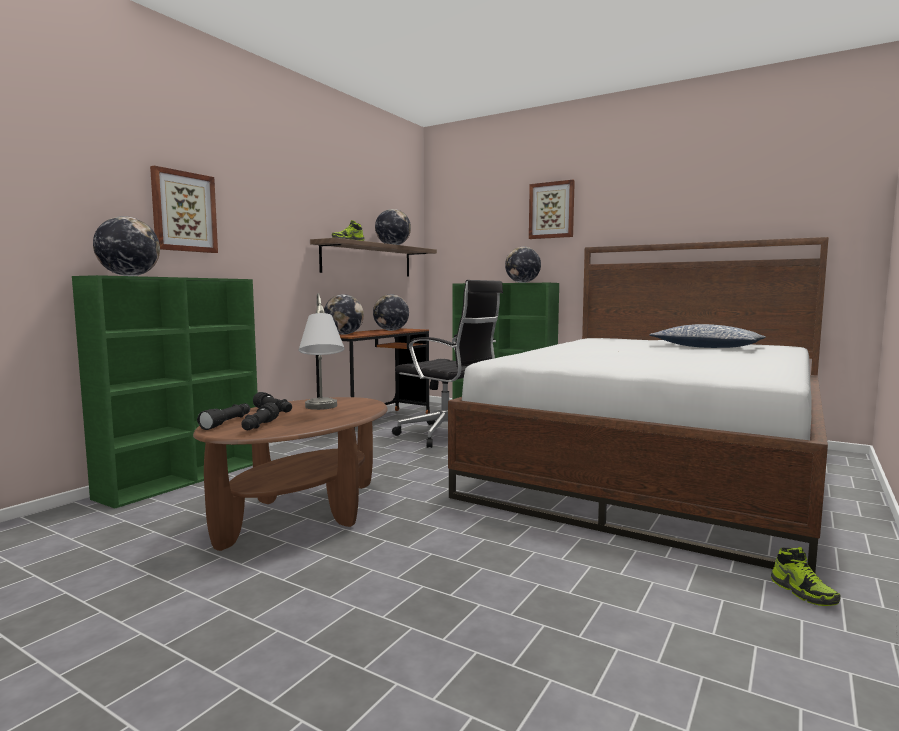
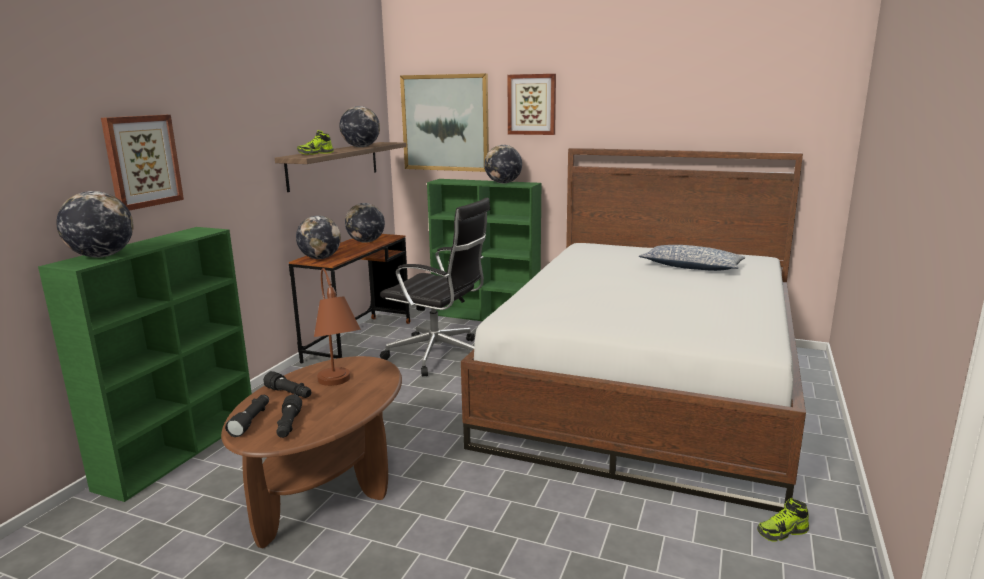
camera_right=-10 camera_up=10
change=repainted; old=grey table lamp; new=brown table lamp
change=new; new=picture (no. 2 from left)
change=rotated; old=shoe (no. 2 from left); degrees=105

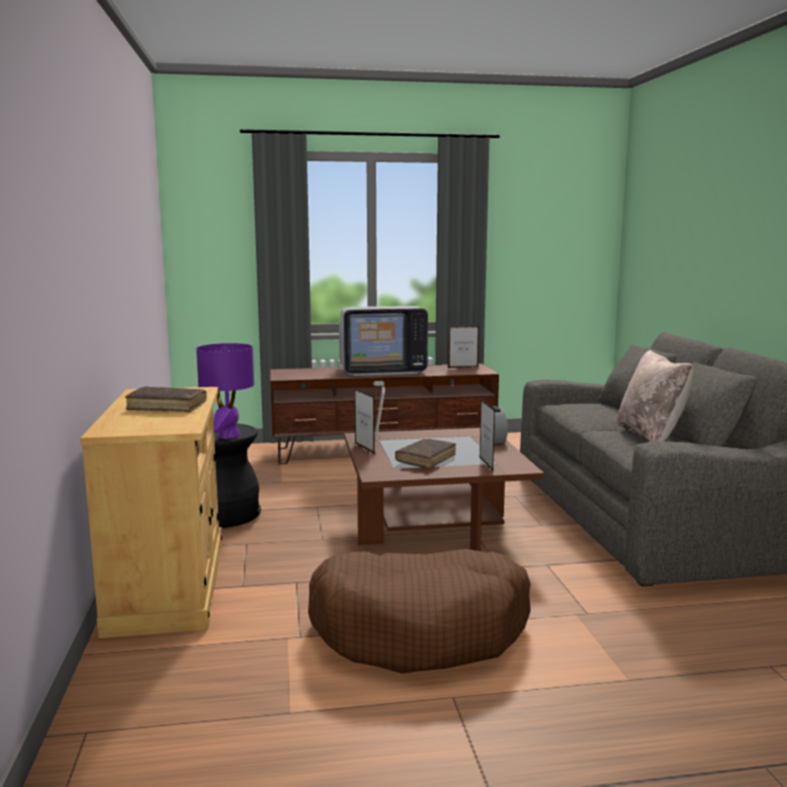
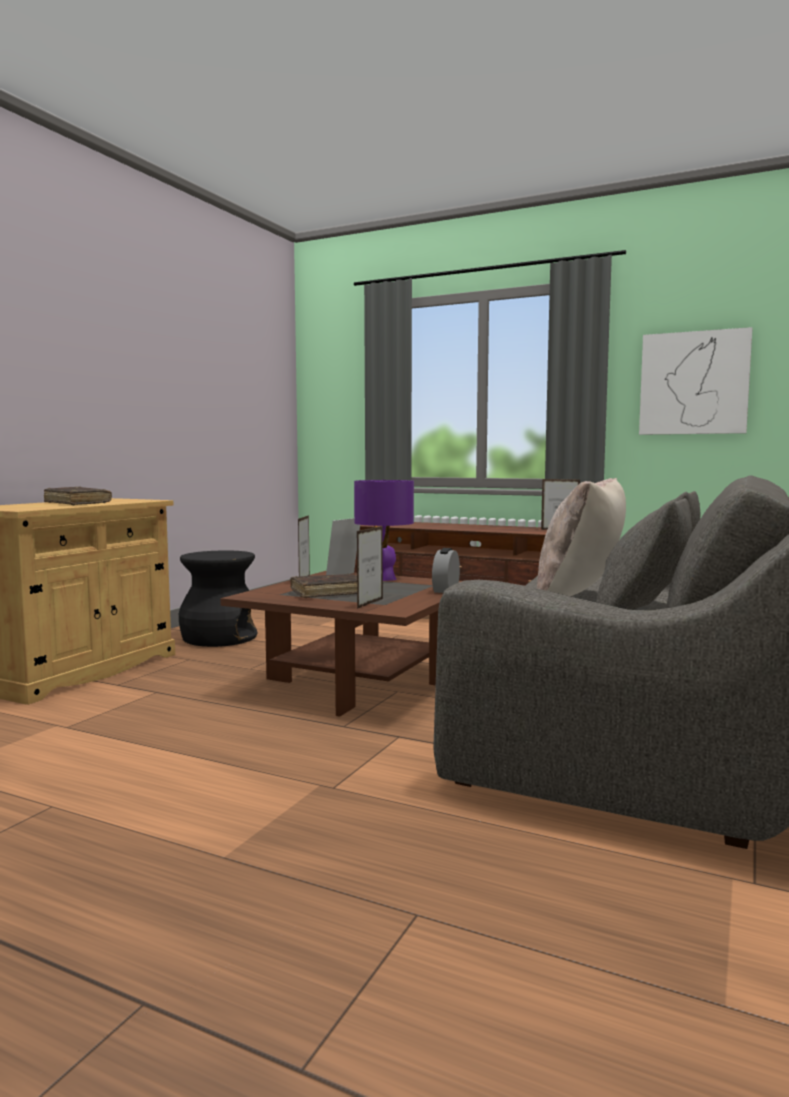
camera_right=35 camera_up=-5
change=shifted; old=purple table lamp
change=new; new=picture
change=gone; old=brown dog bed
change=gone; old=television

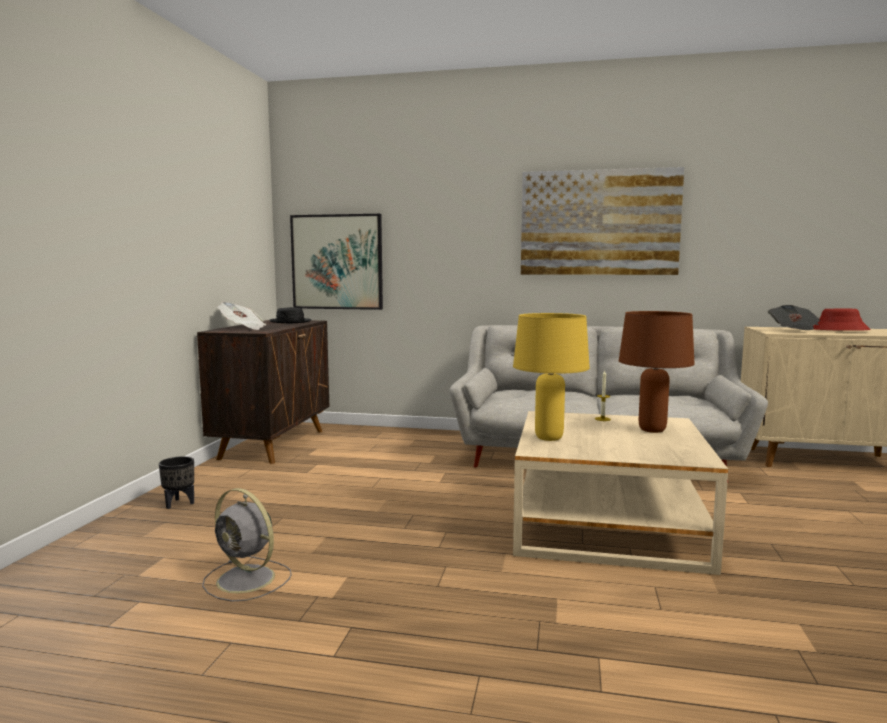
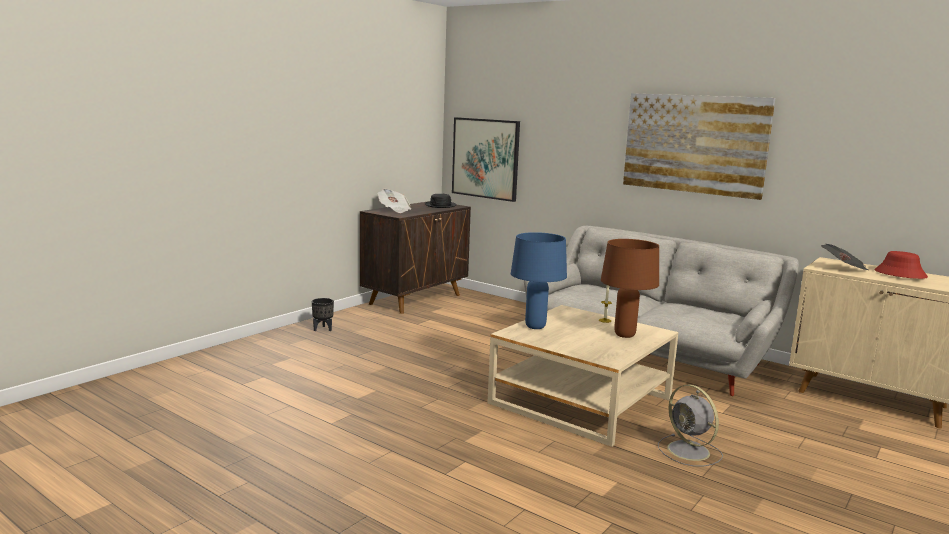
camera_right=25 camera_up=5
change=repainted; old=yellow table lamp; new=blue table lamp
change=shifted; old=grey fan

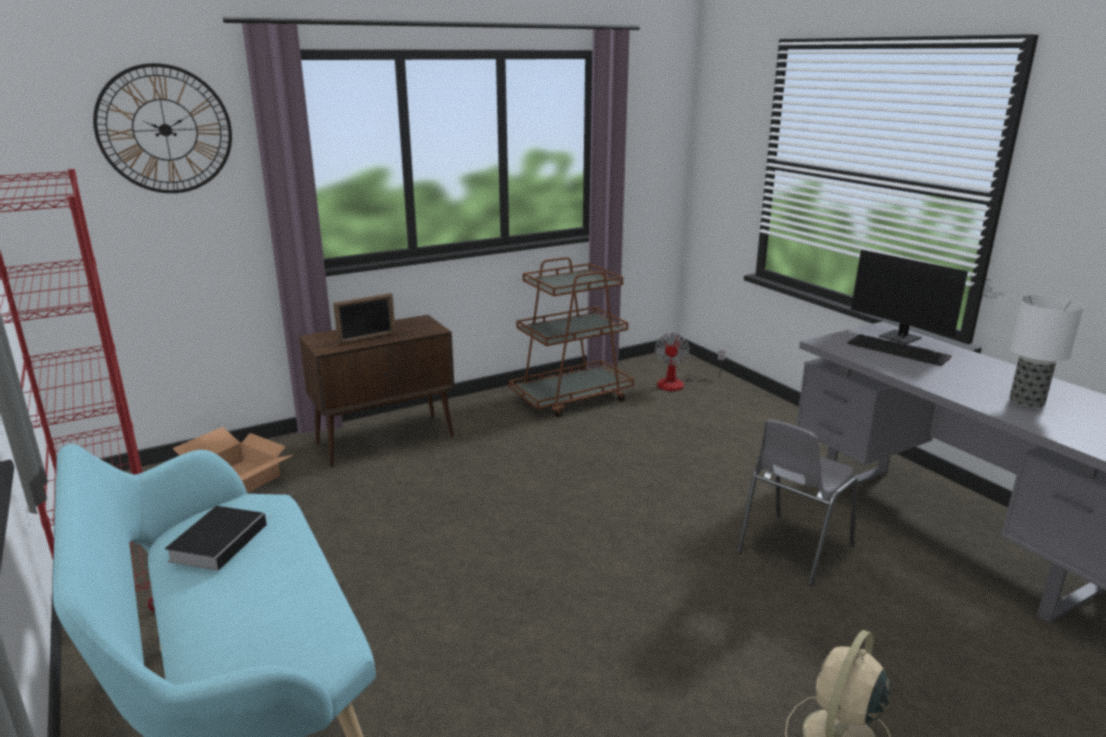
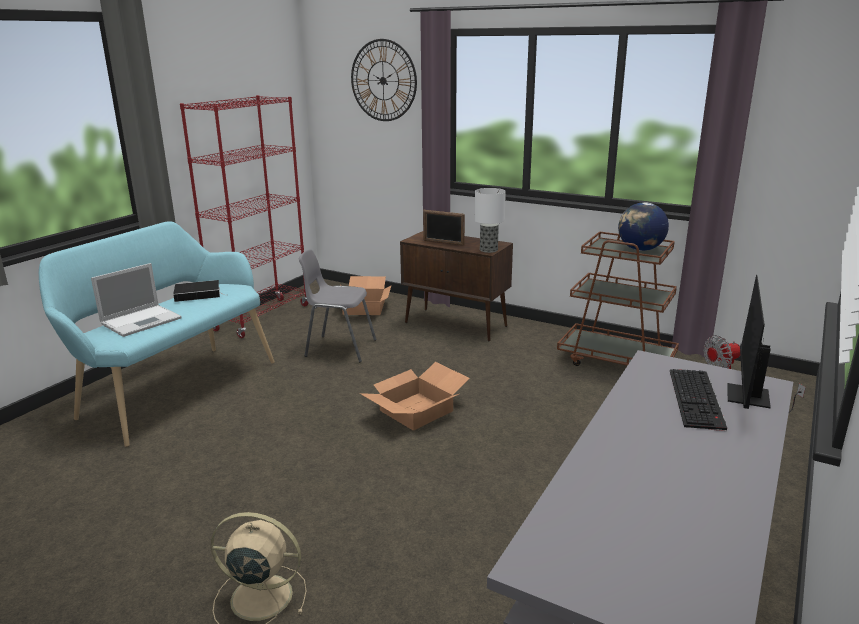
camera_right=60 camera_up=0
change=new; new=laptop
change=shifted; old=grey chair
change=new; new=cardboard box (no. 2 from left)
change=shifted; old=table lamp
change=new; new=globe

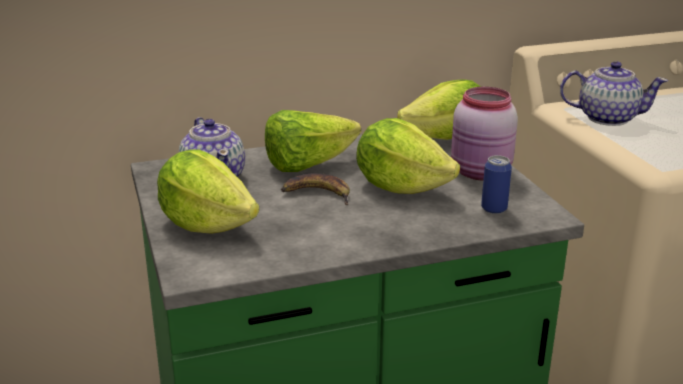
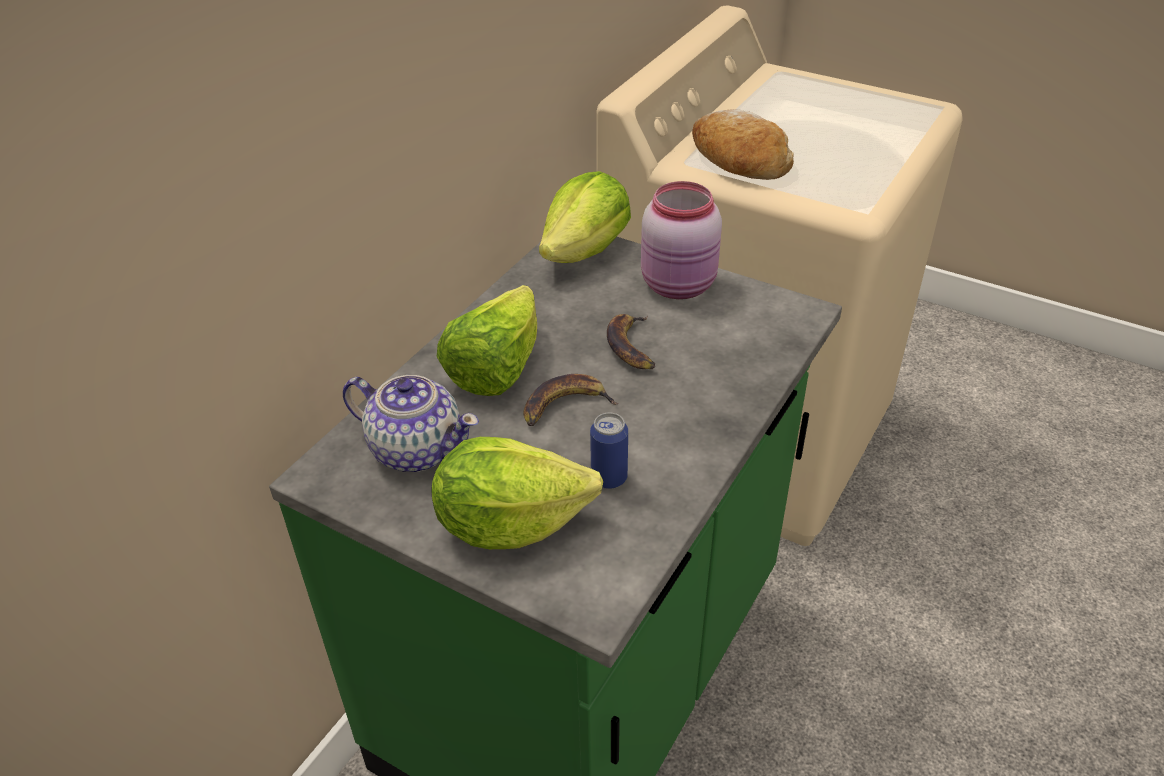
camera_right=-40 camera_up=15
change=shifted; old=can
change=swapped; old=lettuce (no. 3 from left); new=banana (no. 2 from left)
change=swapped; old=teapot (no. 2 from left); new=bread

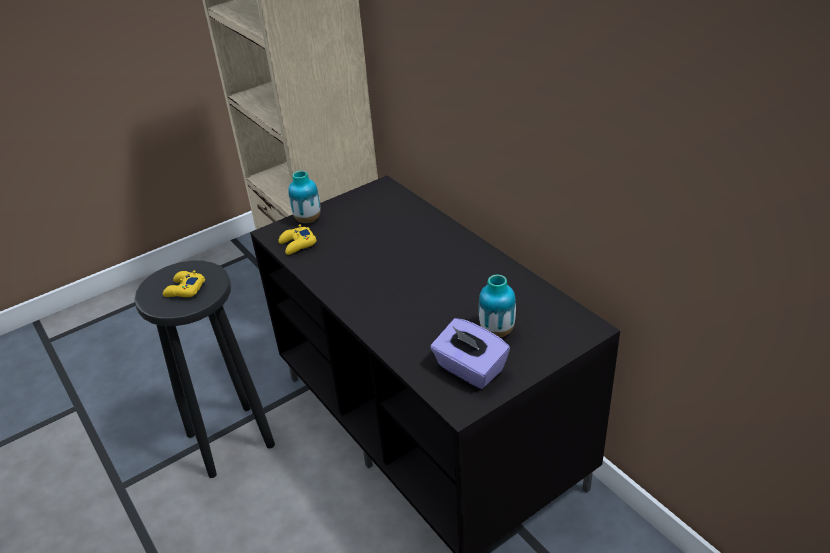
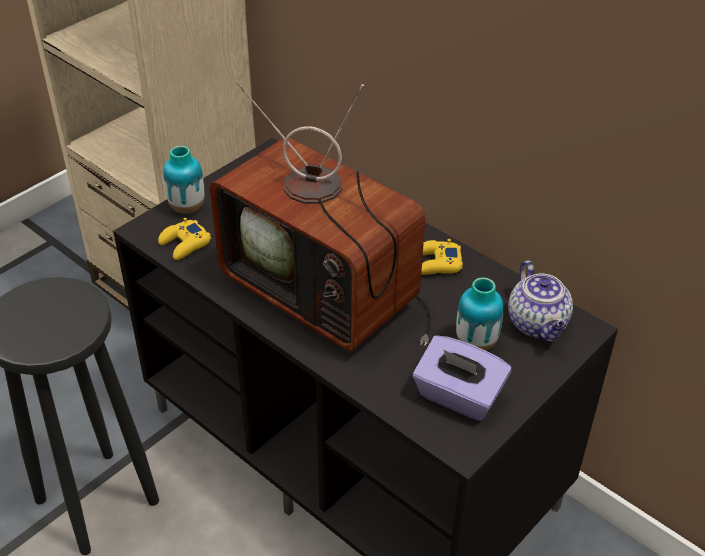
camera_right=-15 camera_up=5
change=new; new=television
change=shifted; old=yellow game controller (no. 1 from left in the first image); new=yellow game controller (no. 2 from left)
change=new; new=teapot

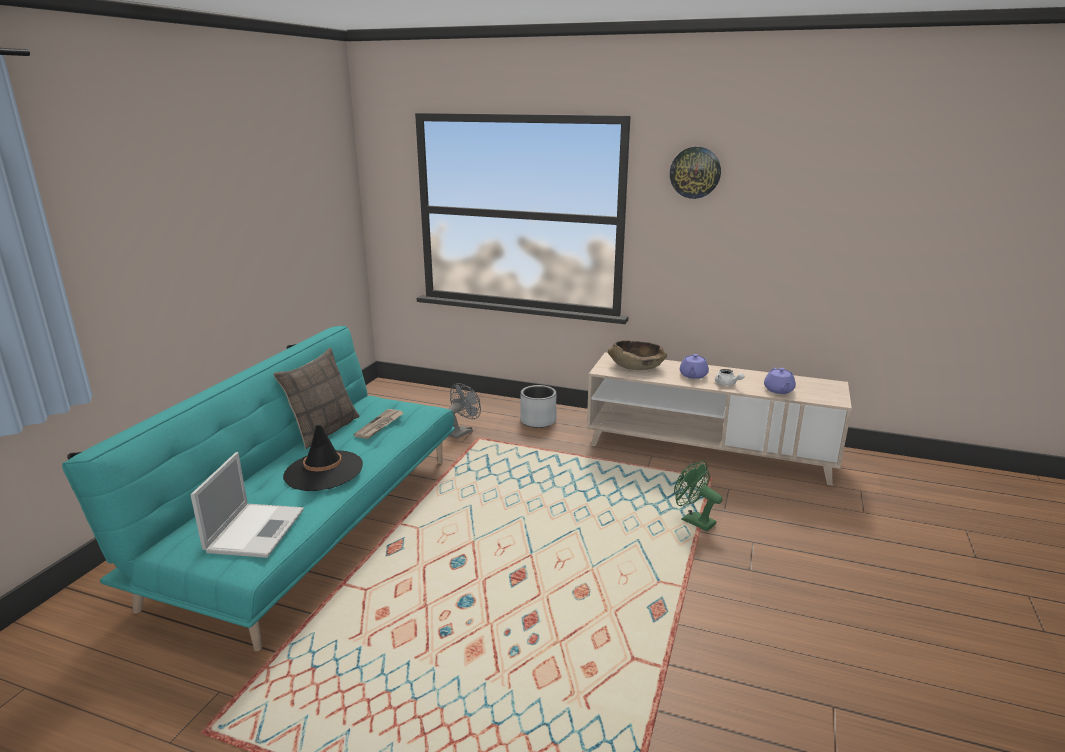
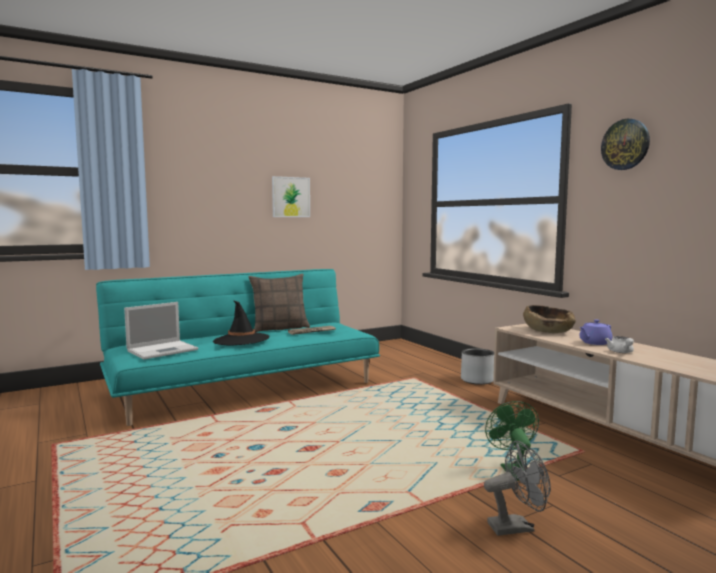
camera_right=40 camera_up=-15
change=new; new=picture
change=shifted; old=grey fan
change=gone; old=purple teapot (no. 2 from left)

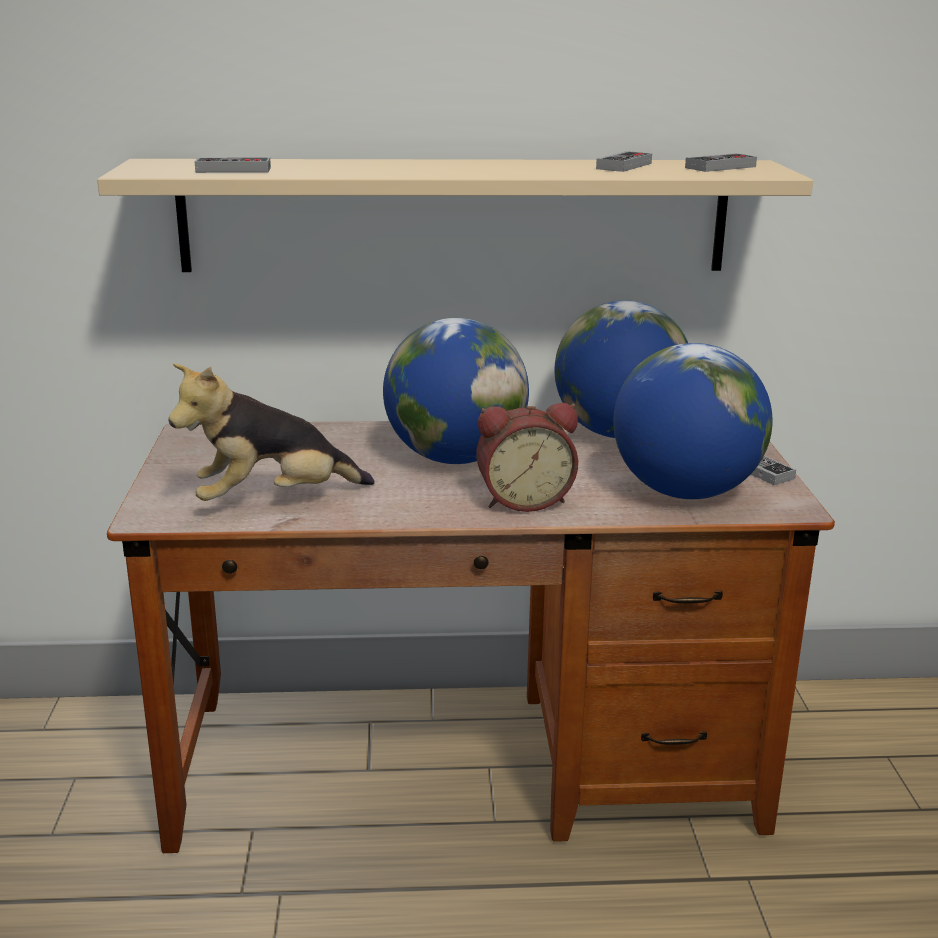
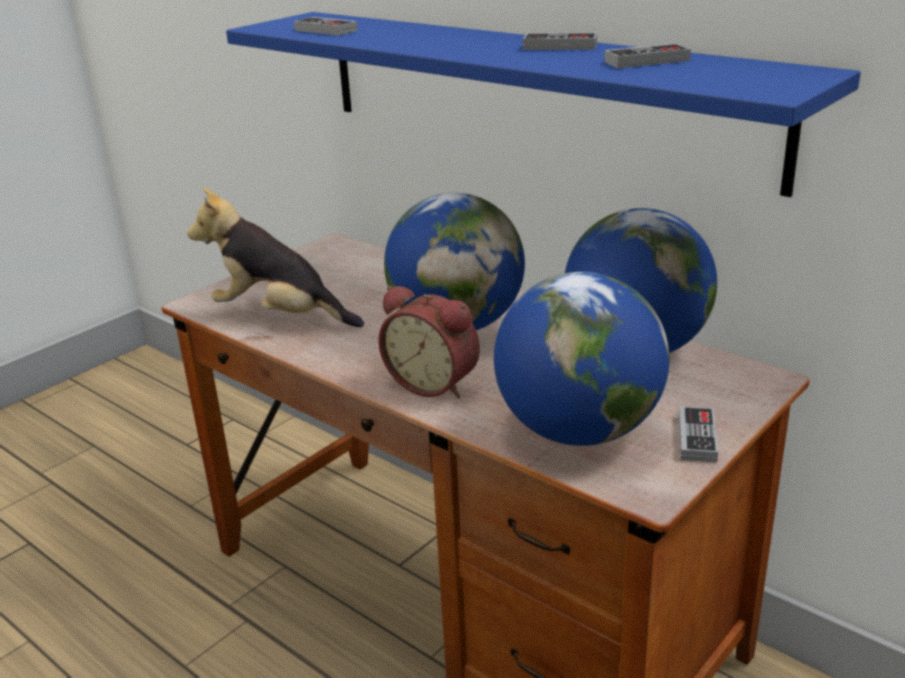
camera_right=45 camera_up=5
change=repainted; old=beige shelf; new=blue shelf
change=shifted; old=game controller (no. 3 from left in the first image); new=game controller (no. 2 from left)

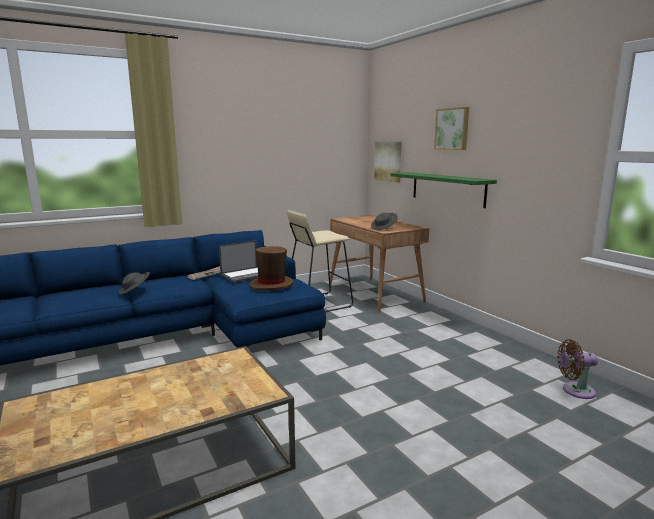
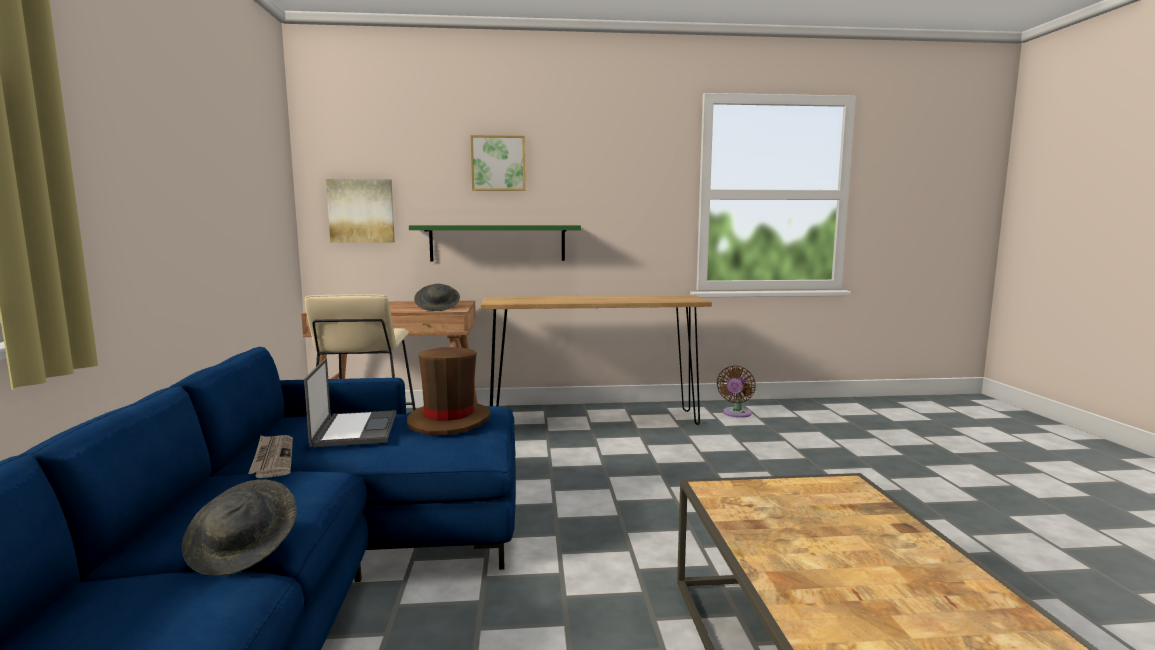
camera_right=-65 camera_up=-5
change=new; new=brown console table

